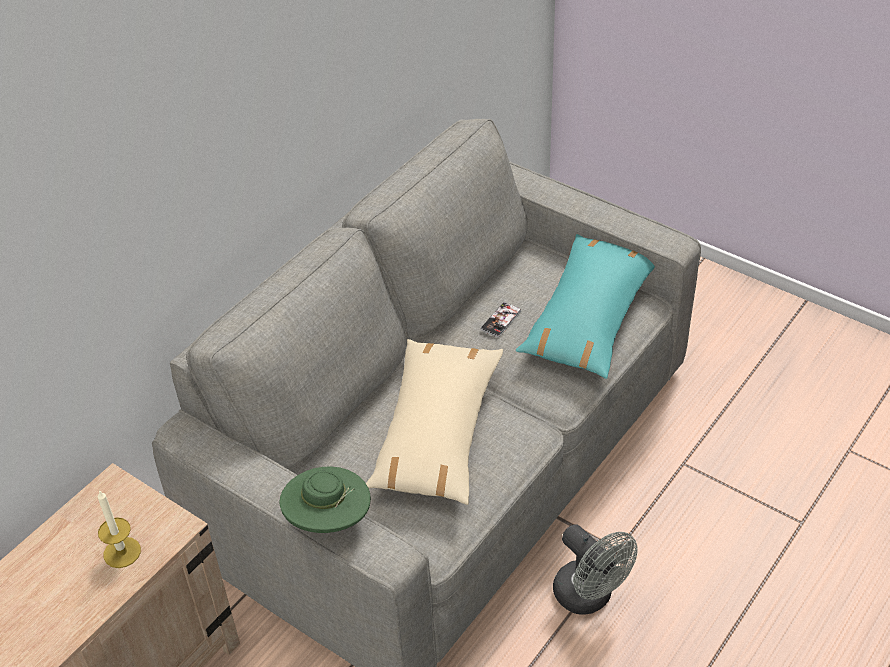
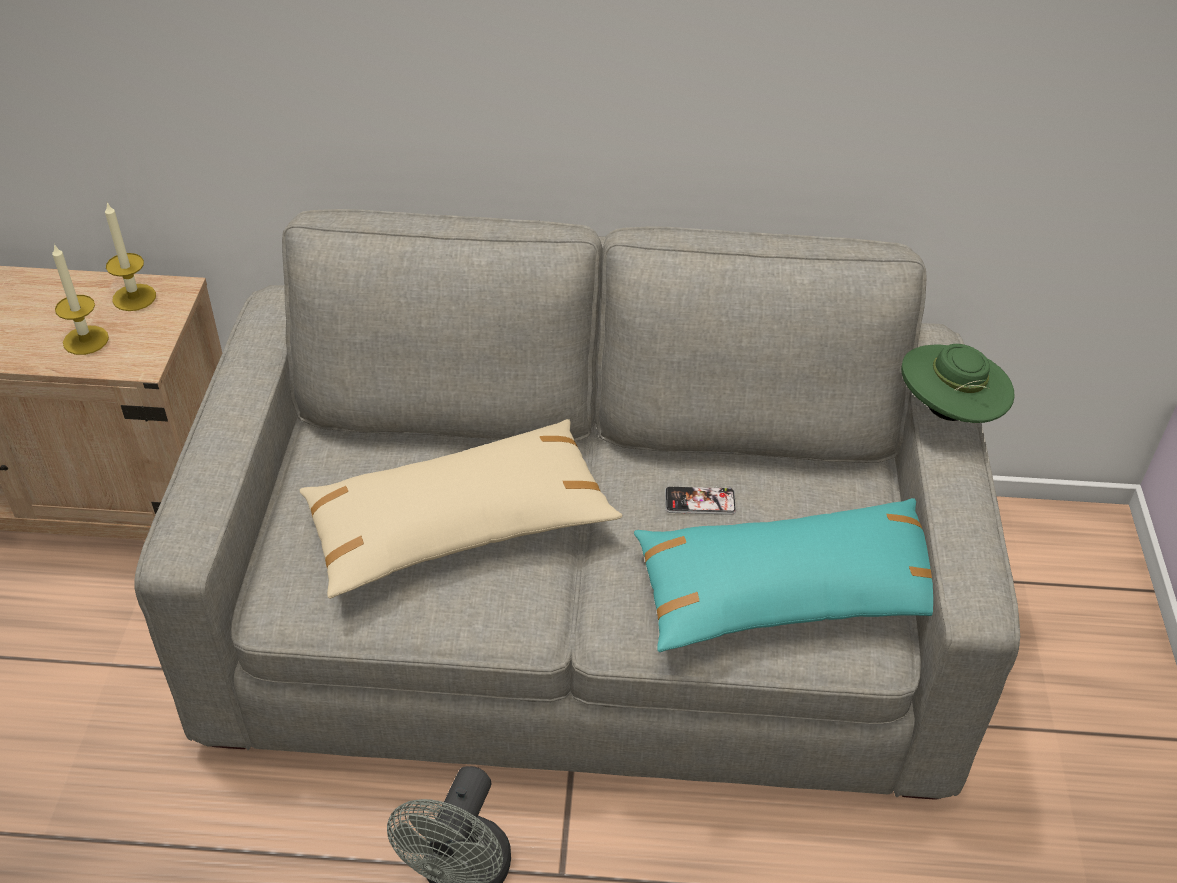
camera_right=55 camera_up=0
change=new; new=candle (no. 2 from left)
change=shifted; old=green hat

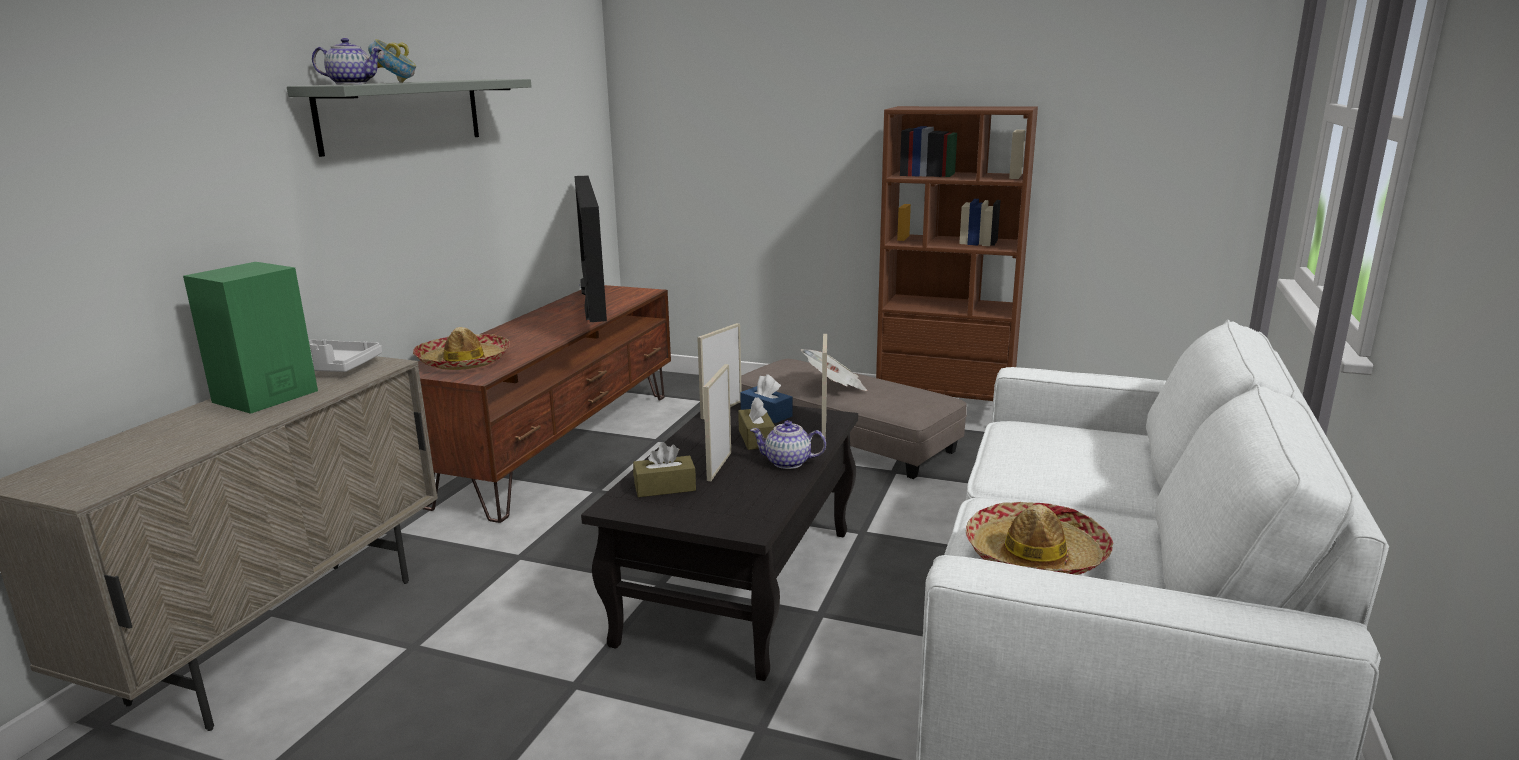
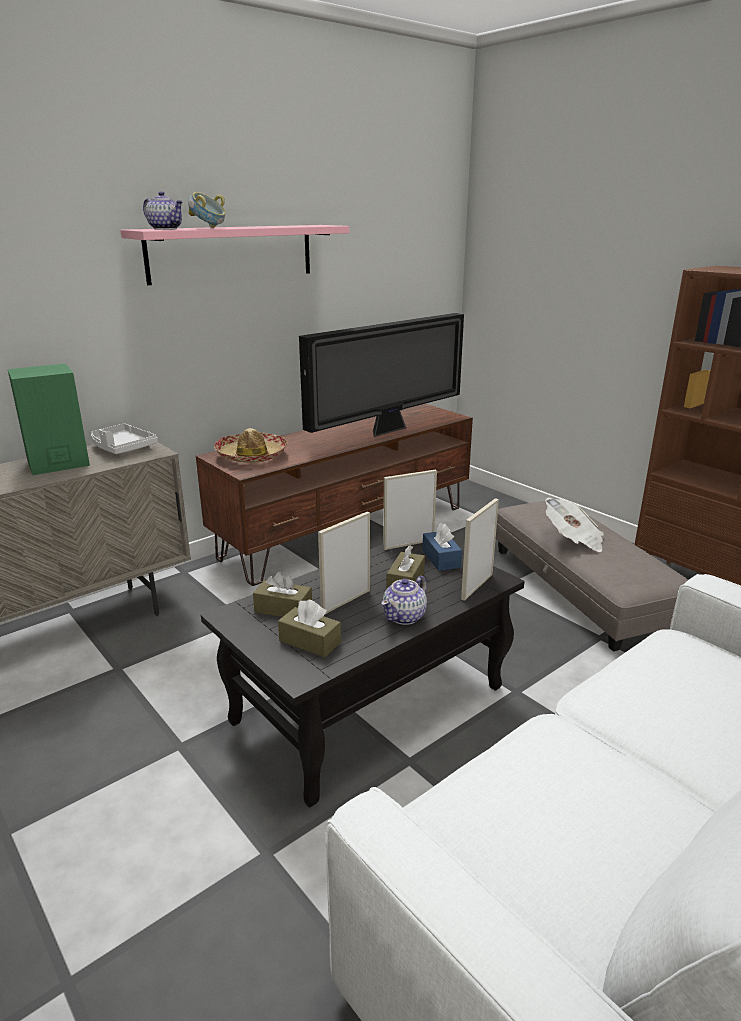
camera_right=30 camera_up=5
change=repainted; old=grey shelf; new=pink shelf
change=new; new=brown tissue box (no. 2 from left)
change=rotated; old=television; degrees=-150
change=rotated; old=teapot (no. 2 from left); degrees=-90
change=gone; old=hat (no. 2 from left)

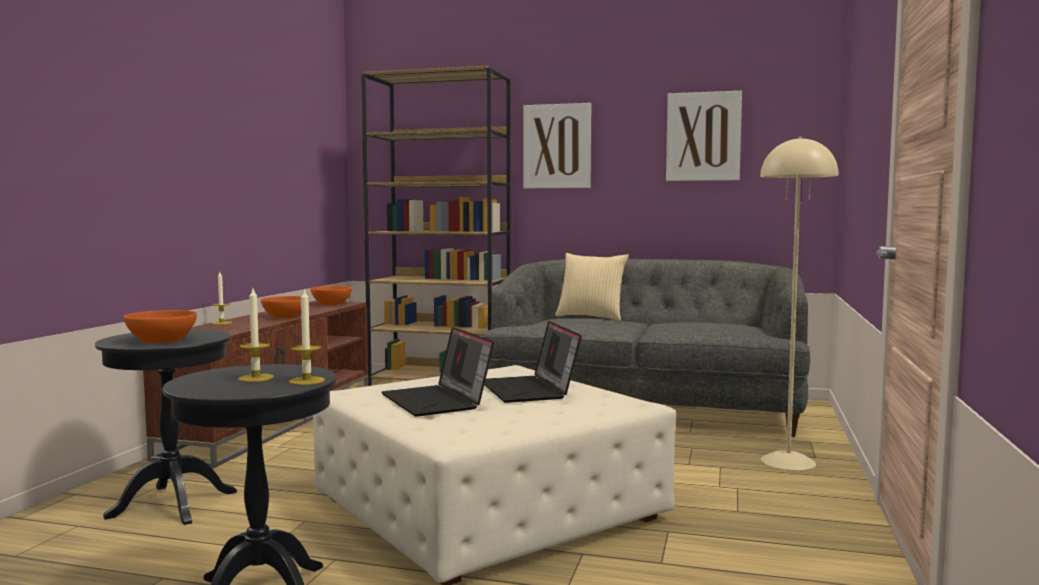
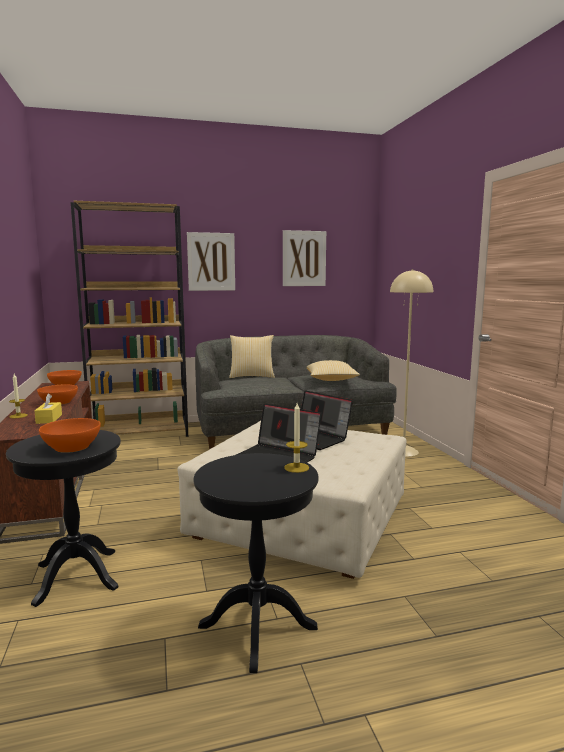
camera_right=-30 camera_up=5
change=new; new=yellow tissue box
change=new; new=pillow (no. 2 from left)
change=gone; old=candle (no. 2 from left)

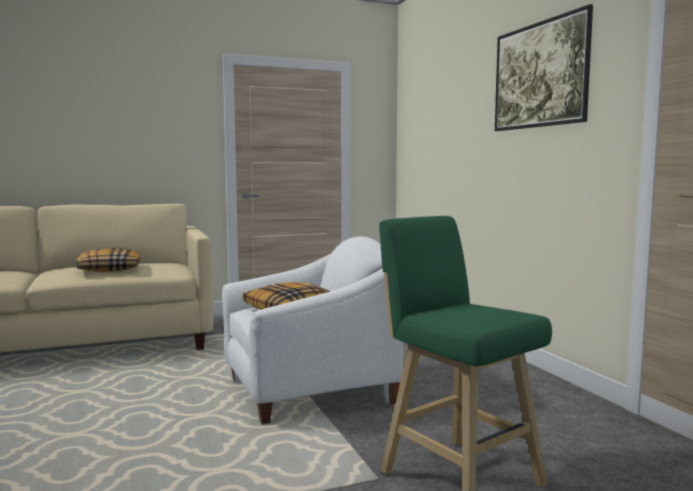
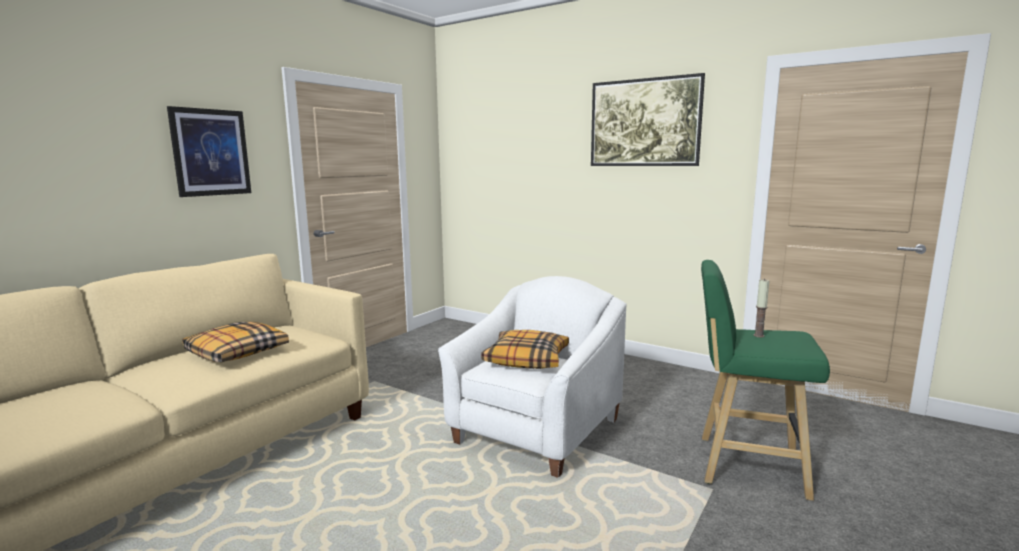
camera_right=-35 camera_up=5
change=new; new=picture (no. 1 from left)
change=new; new=candle

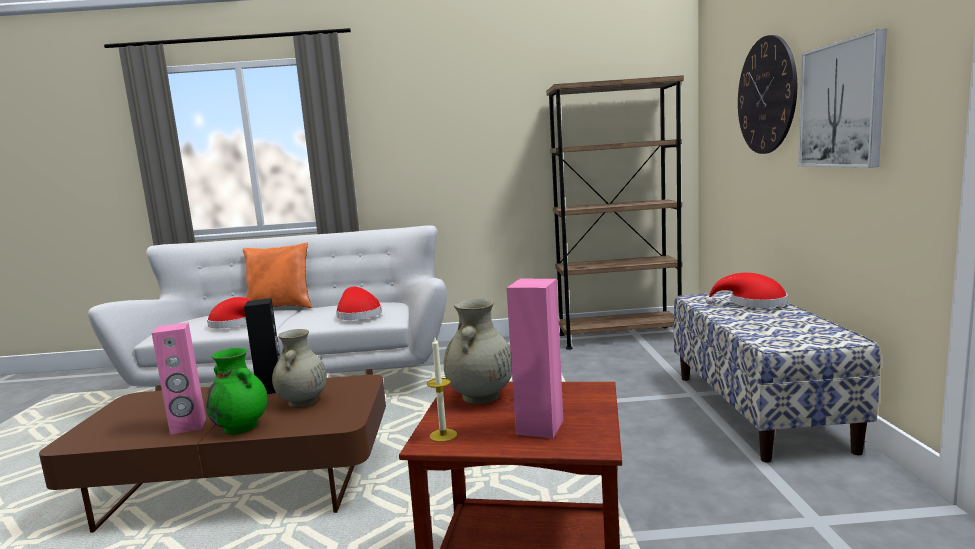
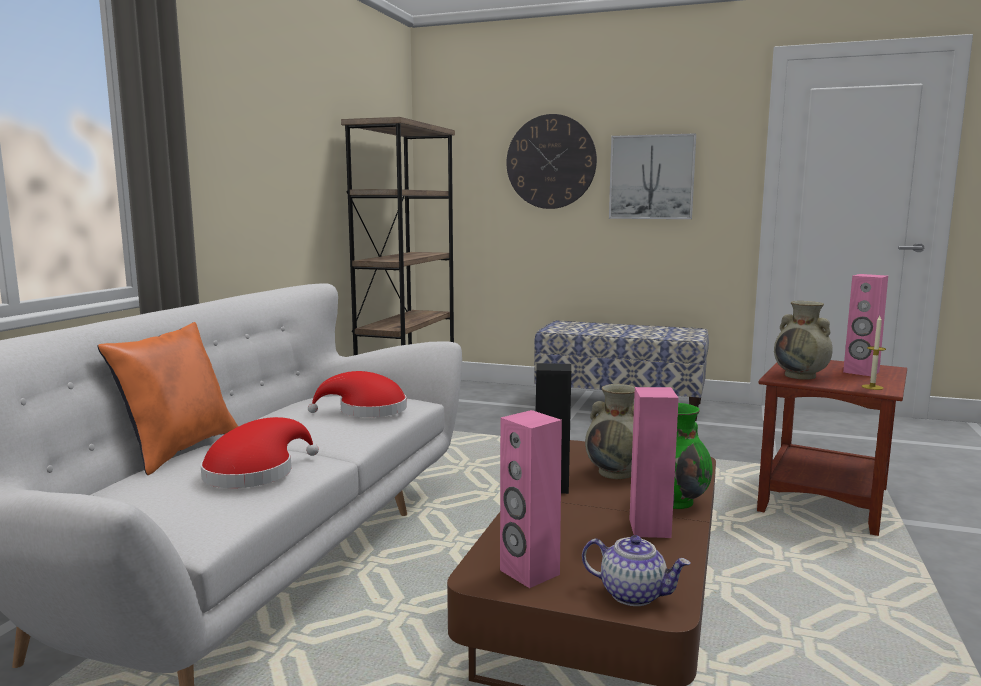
camera_right=-70 camera_up=0
change=new; new=pink speaker (no. 1 from left)
change=new; new=teapot
change=gone; old=red hat (no. 3 from left)

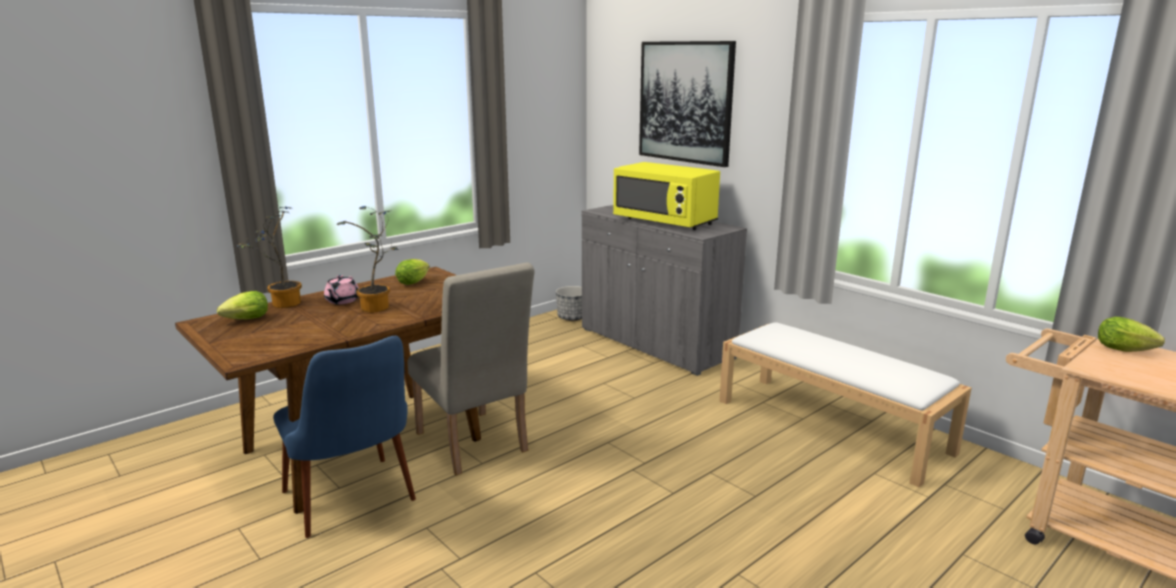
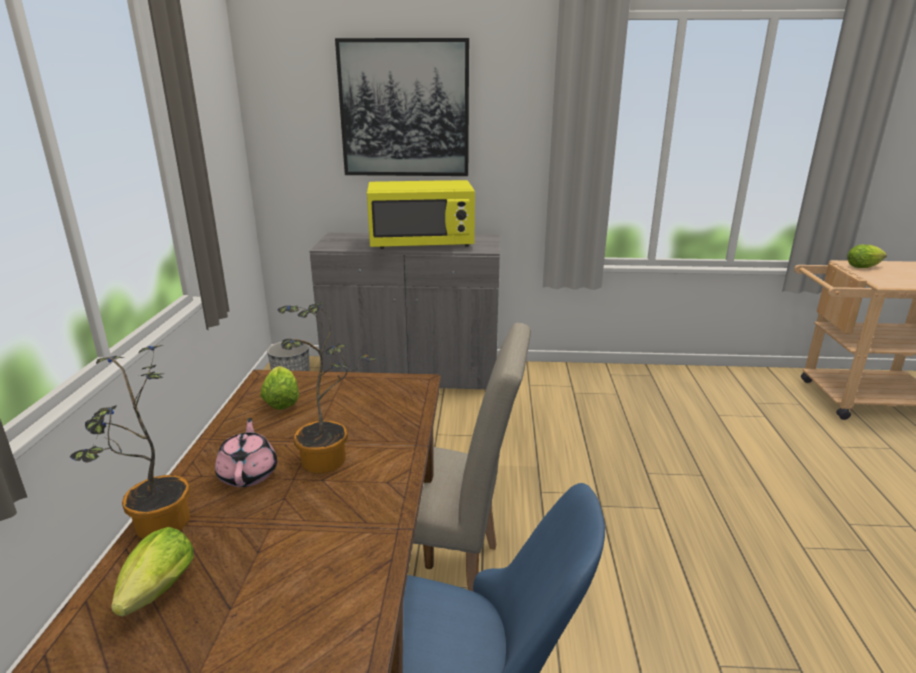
camera_right=-45 camera_up=5
change=rotated; old=pink teapot; degrees=-150
change=gone; old=white bench

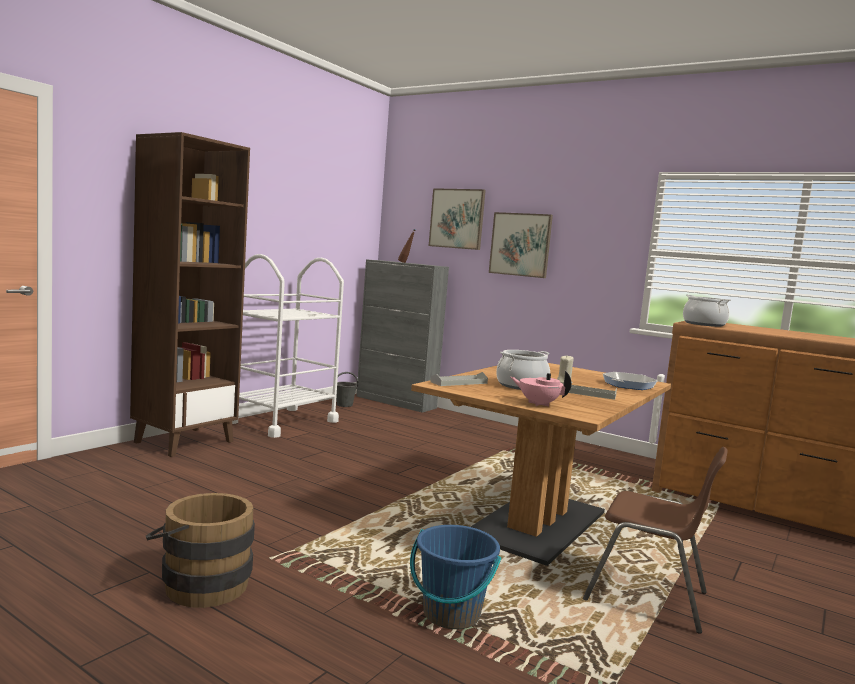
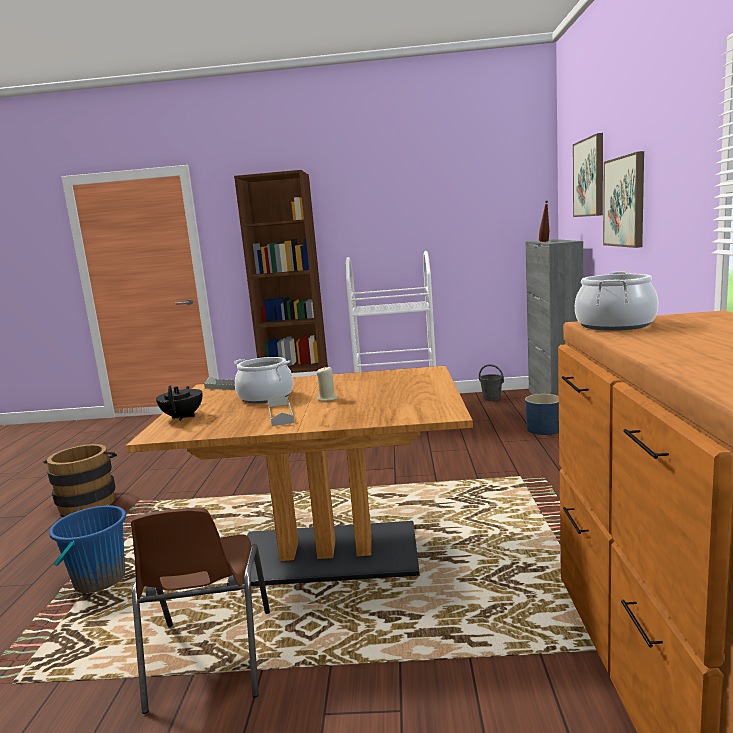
camera_right=60 camera_up=5
change=repainted; old=pink teapot; new=black teapot
change=new; new=blue planter
change=gone; old=frying pan

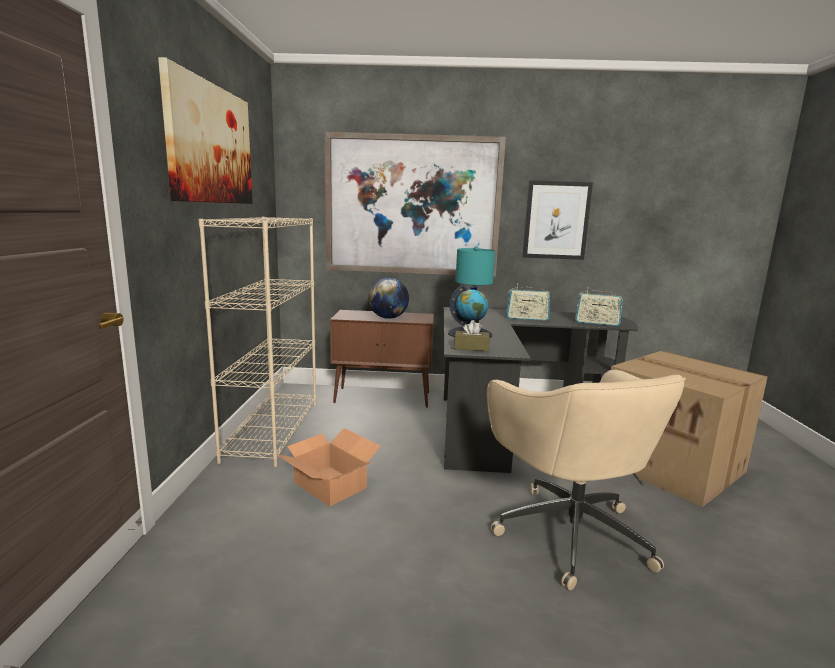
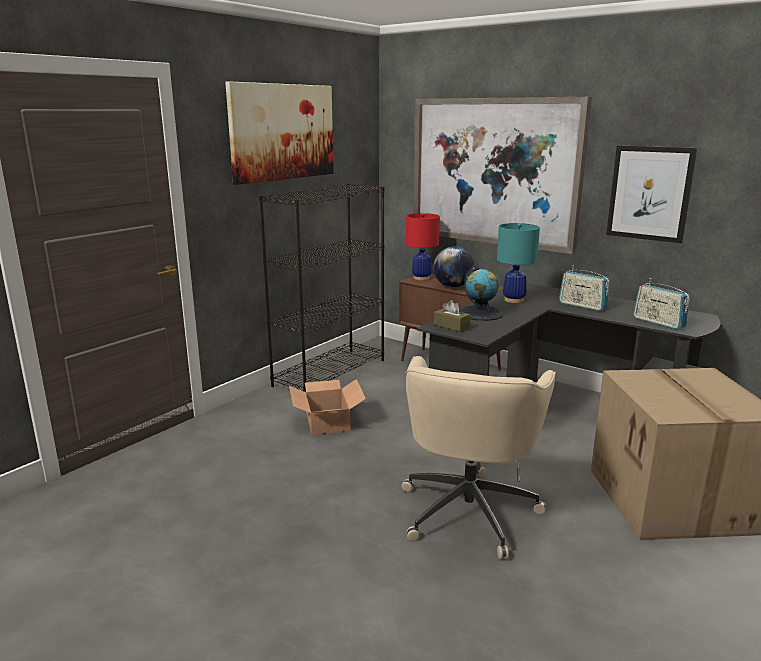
camera_right=35 camera_up=5
change=repainted; old=beige bookcase; new=black bookcase
change=new; new=red table lamp

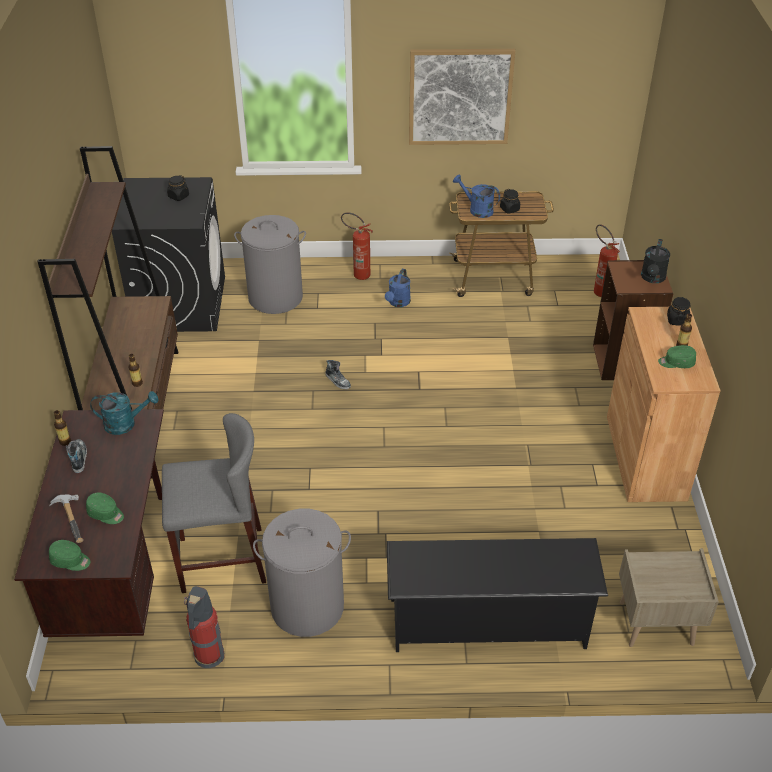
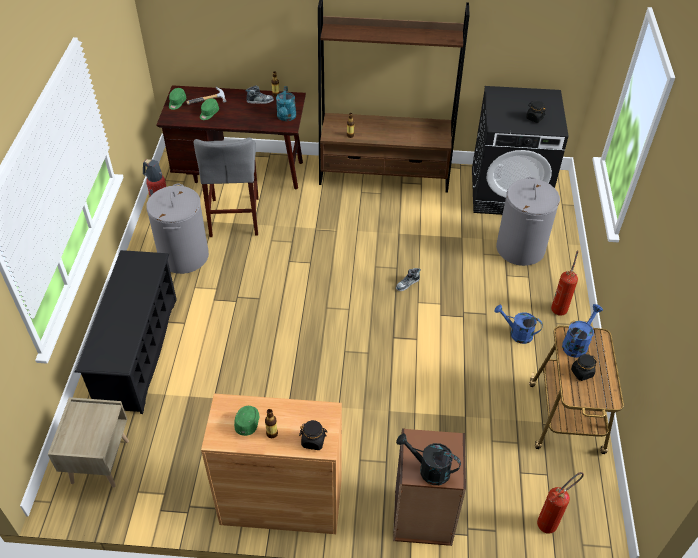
camera_right=95 camera_up=5
change=gone; old=picture

